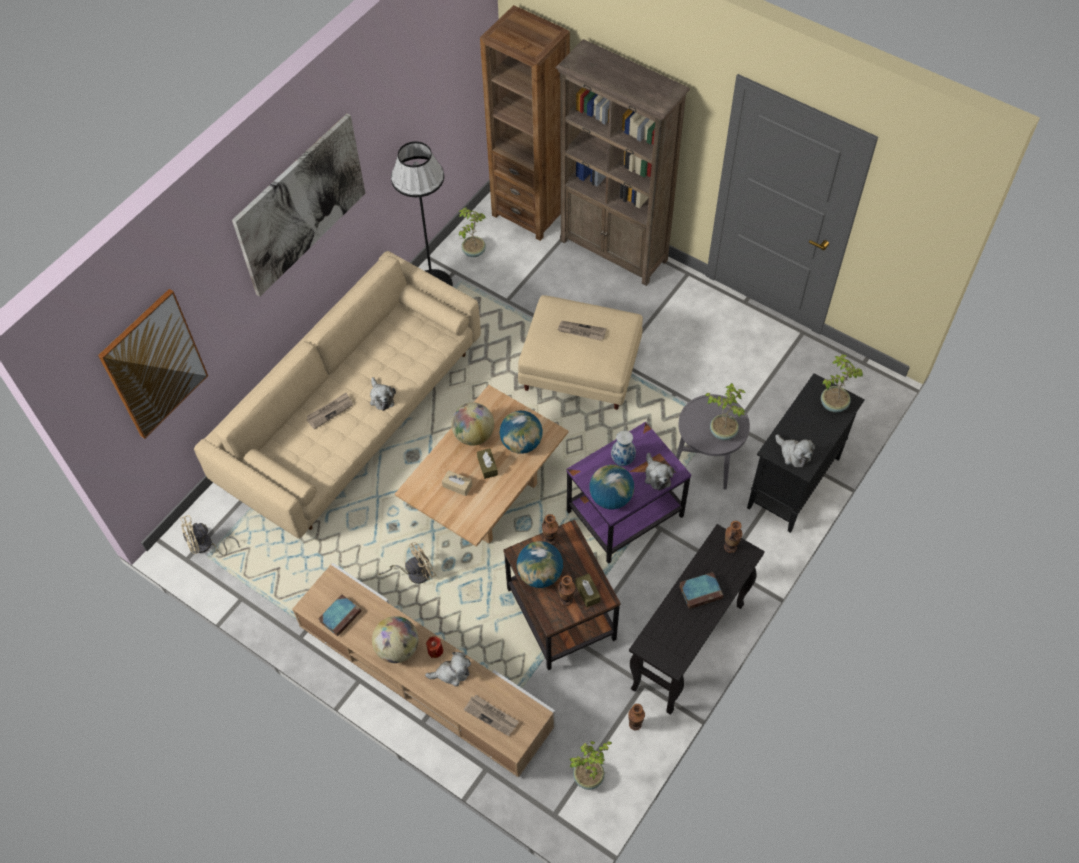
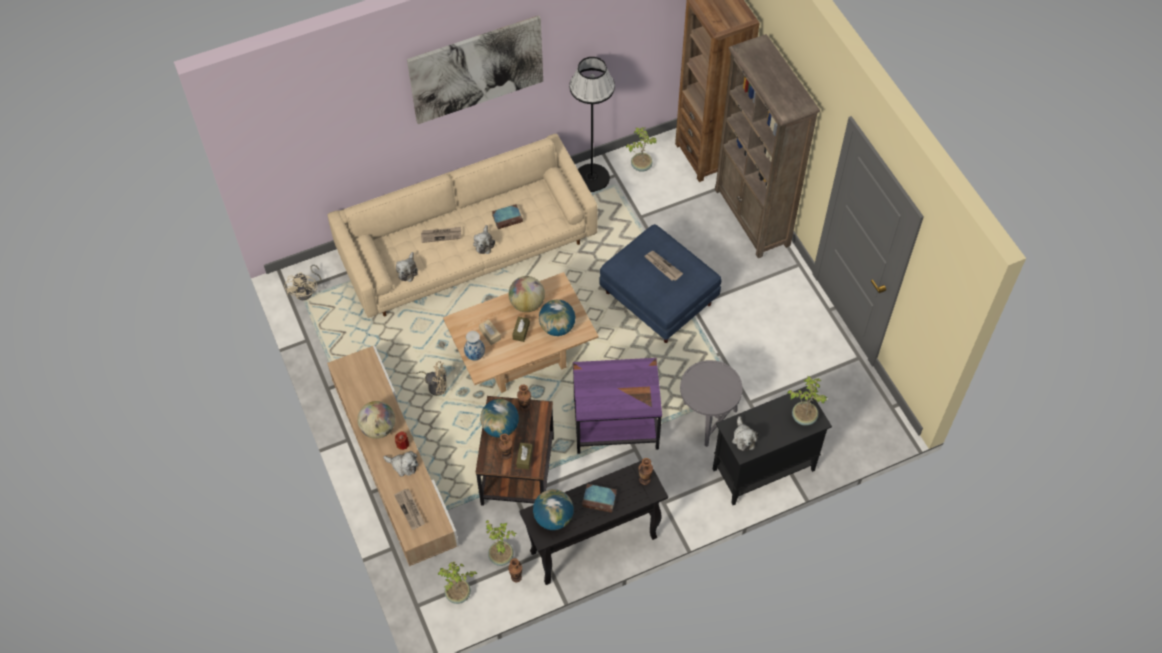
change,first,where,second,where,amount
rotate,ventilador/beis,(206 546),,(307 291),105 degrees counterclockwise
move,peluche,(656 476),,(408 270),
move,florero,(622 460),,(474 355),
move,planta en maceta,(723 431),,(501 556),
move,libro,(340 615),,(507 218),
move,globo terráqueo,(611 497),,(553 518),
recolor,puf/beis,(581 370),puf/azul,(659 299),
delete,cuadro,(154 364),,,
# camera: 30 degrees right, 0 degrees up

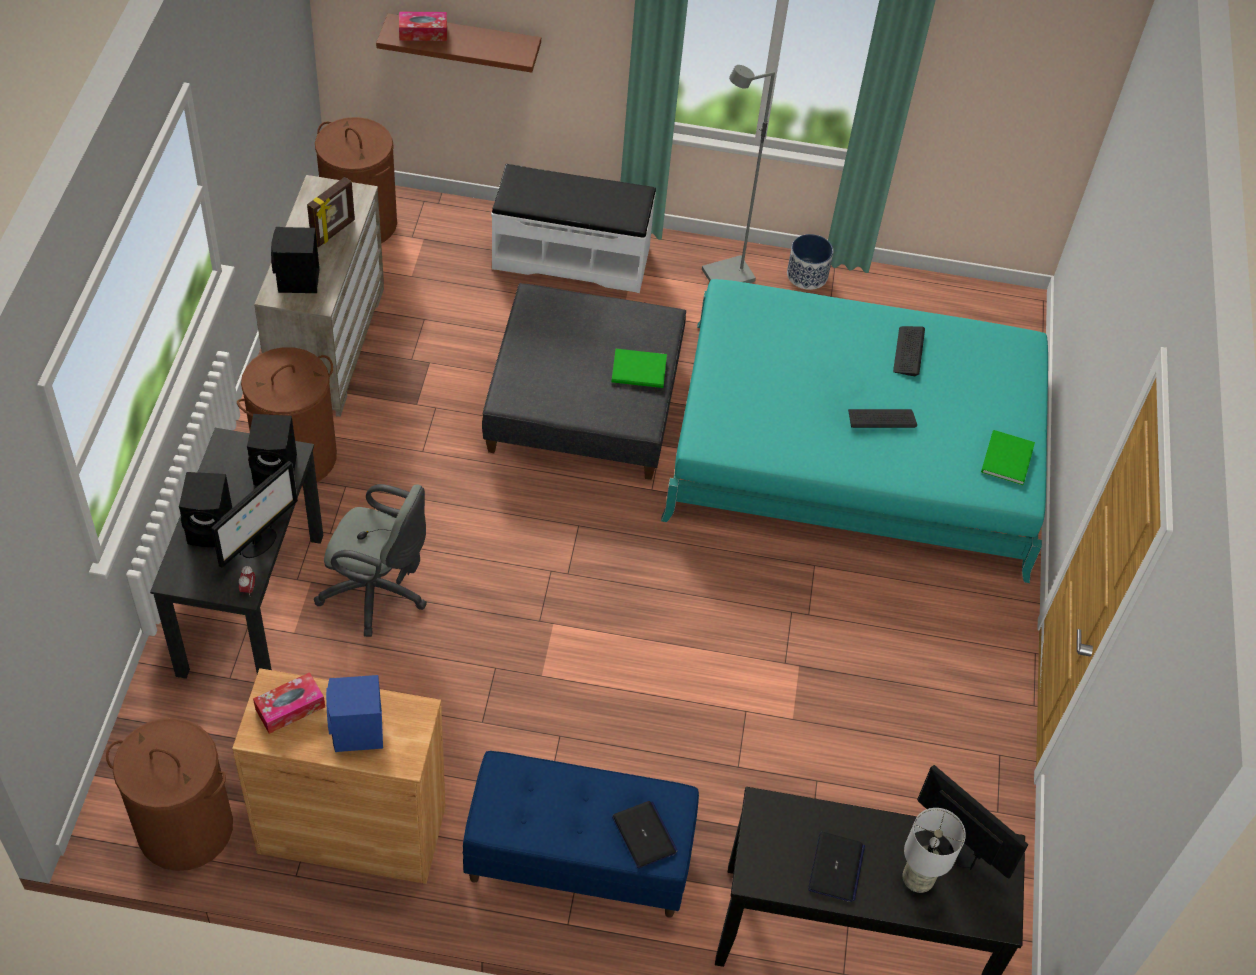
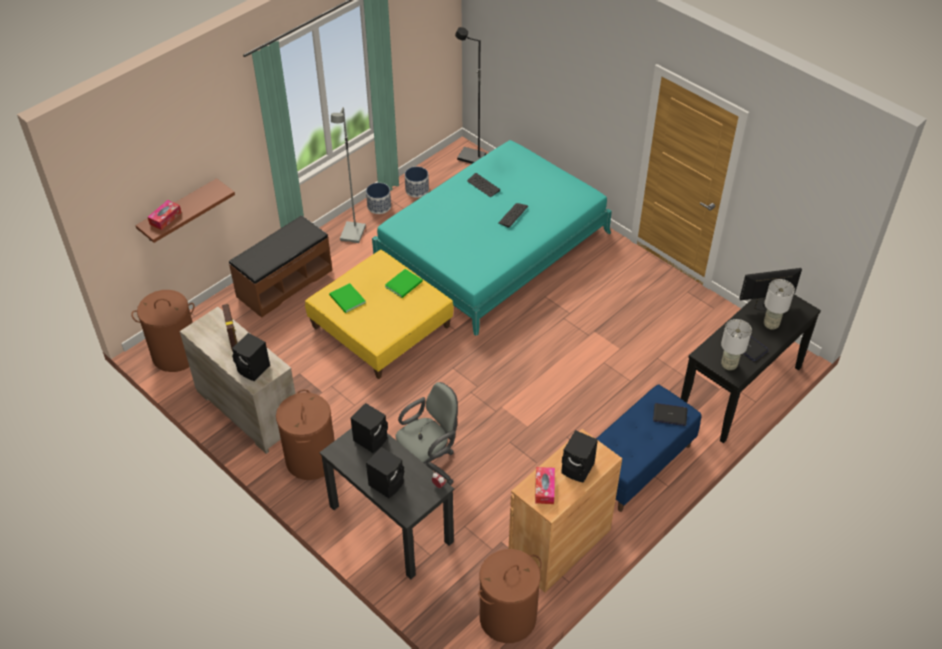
change,first,where,second,where,amount
recolor,banco/blanco,(571 257),banco/marrón,(284 283),
recolor,puf/gris,(585 403),puf/amarillo,(382 326),
move,libro/verde,(1005 459),,(347 300),
insert,,,maceta,(417 190),
insert,,,lámpara de pie/negro,(471 157),
recolor,altavoz/azul,(357 733),altavoz/negro,(578 469),
insert,,,lámpara de mesa/gris,(728 365),
delete,monitor,(258 544),,,
# camera: 50 degrees left, 5 degrees down

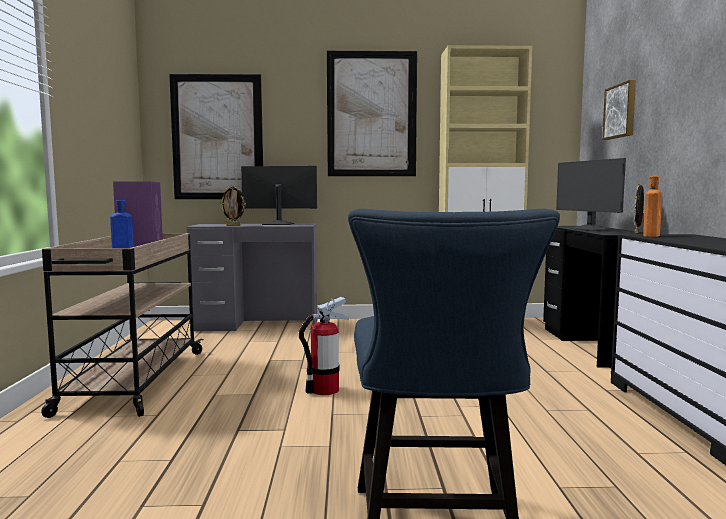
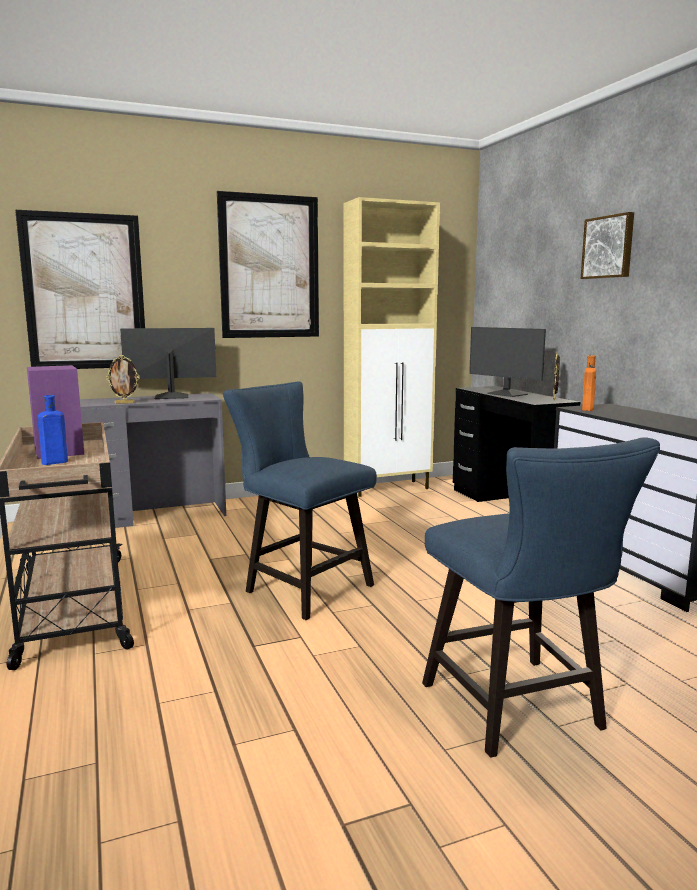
change,first,where,second,where,amount
replace,extintor,(324 390),silla/azul,(302 587),
move,cuadro,(621 111),,(608 247),
# camera: 20 degrees left, 5 degrees up

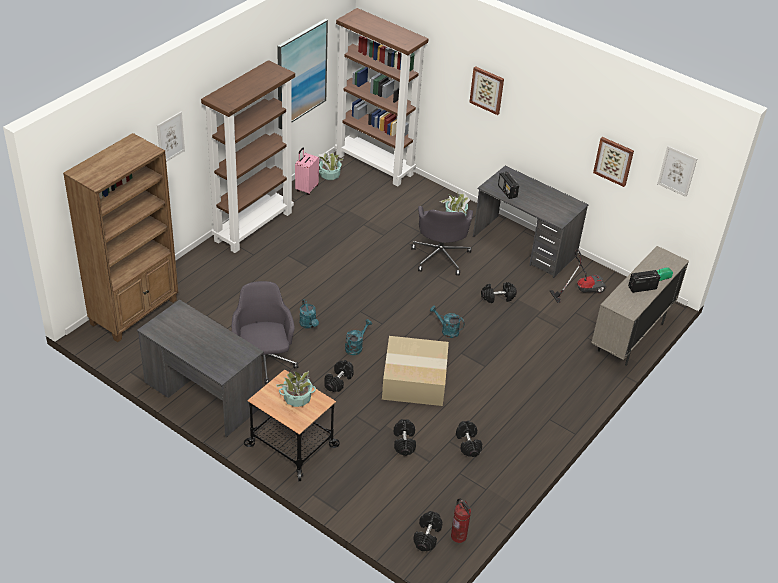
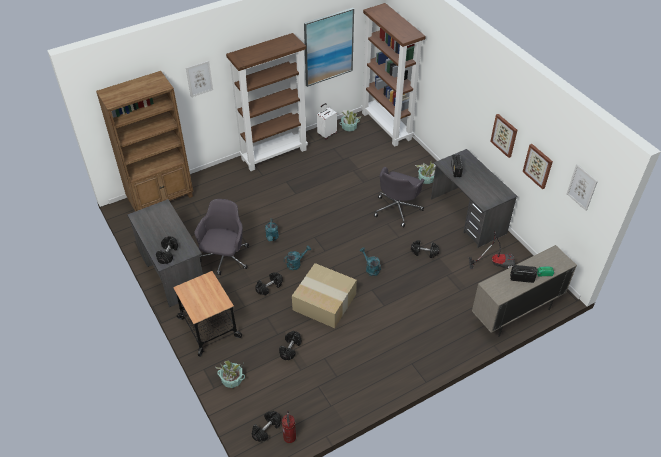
change,first,where,second,where,amount
move,mancuerna/negro,(468 444),,(167 254),
move,planta en maceta,(297 398),,(232 379),
recolor,maleta/rosa,(306 188),maleta/blanco,(326 134),
move,cuadro,(487 90),,(504 135),
# camera: 25 degrees right, 5 degrees up

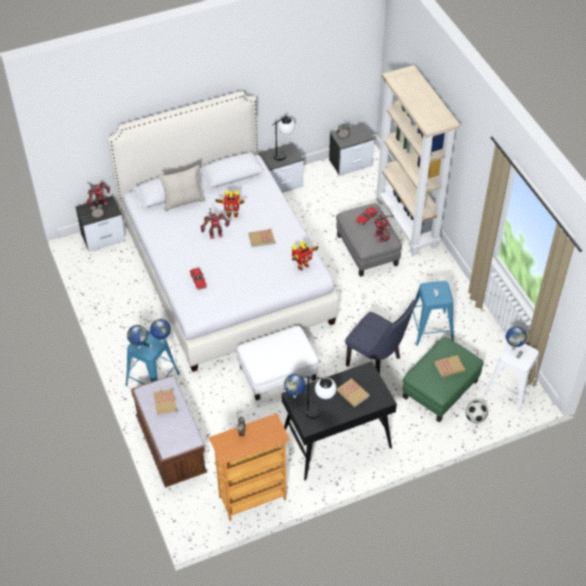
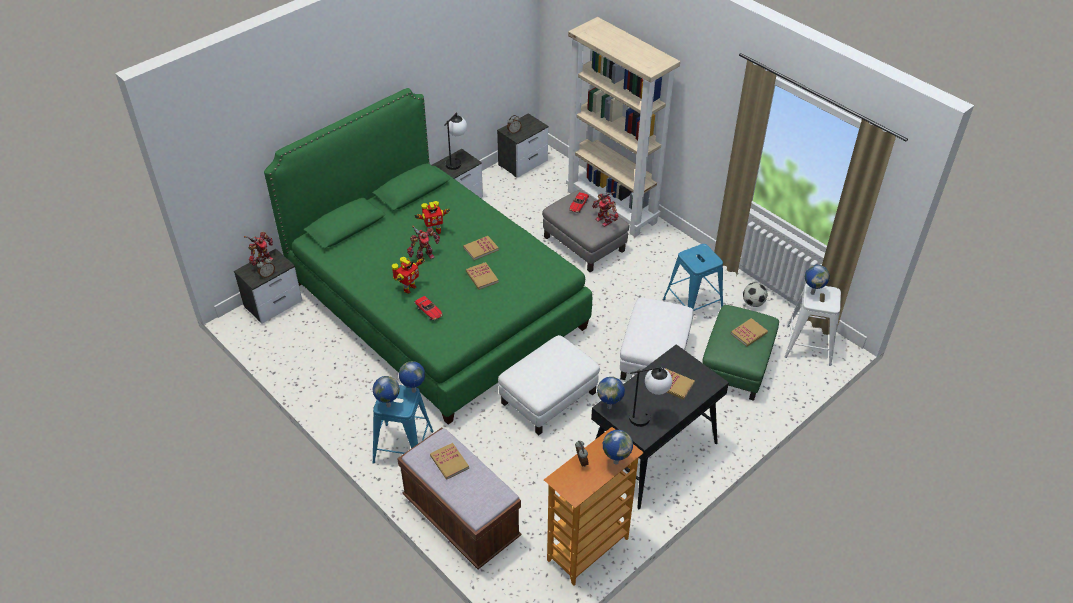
change,first,where,second,where,amount
recolor,cama/blanco,(225 271),cama/verde,(436 305),
move,robot de juguete,(302 266),,(408 288),
insert,,,libro,(482 277),
insert,,,globo terráqueo,(615 462),
replace,silla/azul,(377 363),puf/blanco,(654 357),
move,balón de fútbol,(475 418),,(753 303),
delete,cojín/beis,(183 201),,,
# camera: 20 degrees left, 5 degrees down

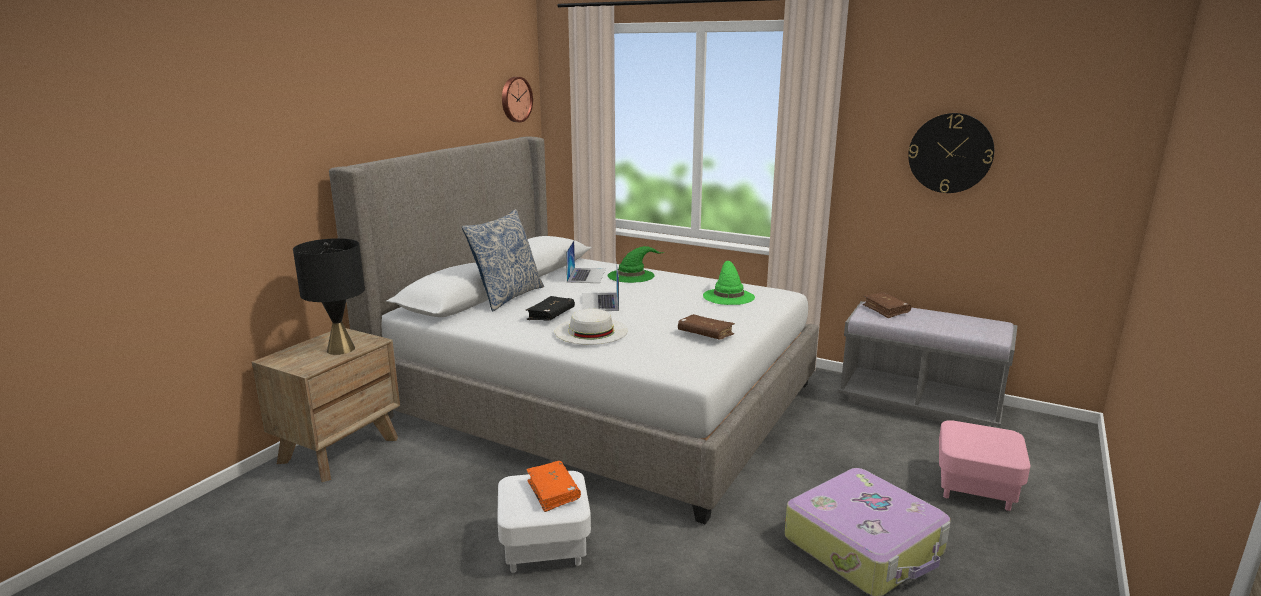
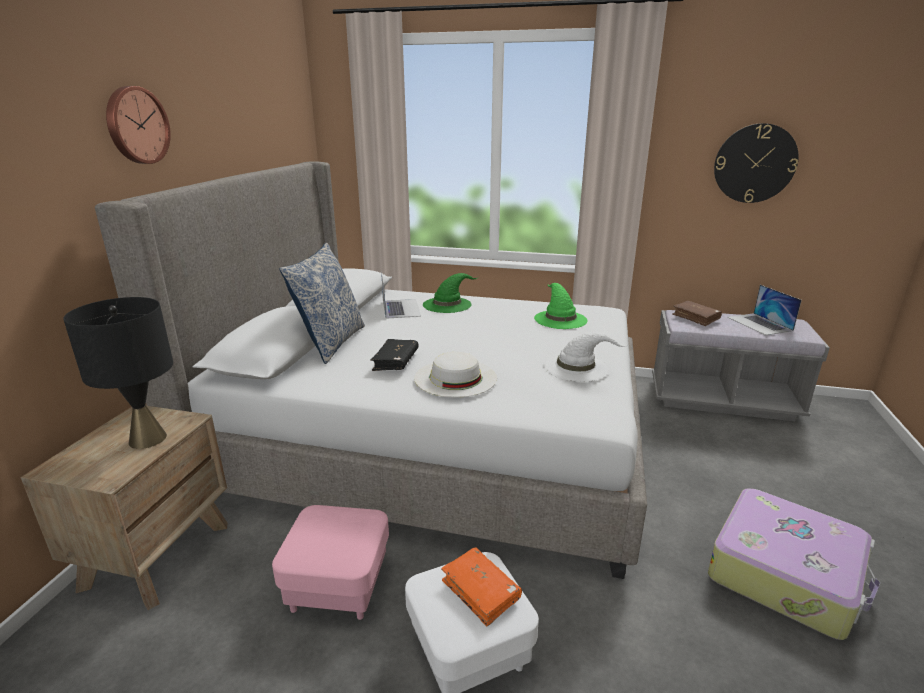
change,first,where,second,where,amount
move,reloj de pared,(515 99),,(136 125),
move,puf/rosa,(975 487),,(338 585),
replace,libro/marrón,(705 334),sombrero/blanco,(576 367),
move,portátil,(600 302),,(759 324),
# camera: 15 degrees left, 5 degrees up

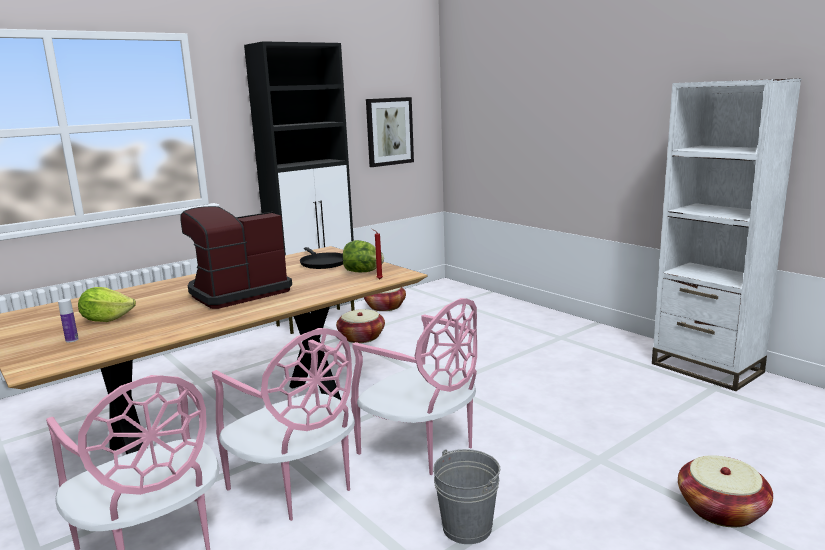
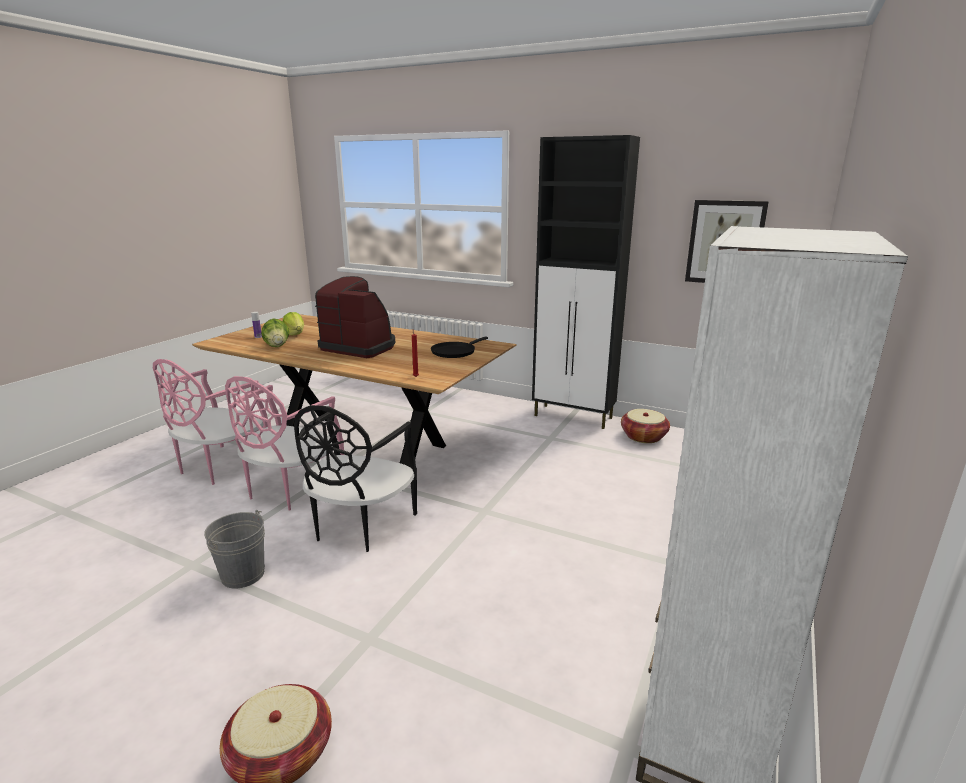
change,first,where,second,where,amount
move,lechuga,(362 272),,(277 346),
recolor,silla/rosa,(421 447),silla/negro,(359 526),
delete,cesta,(361 337),,,
# camera: 65 degrees right, 5 degrees up

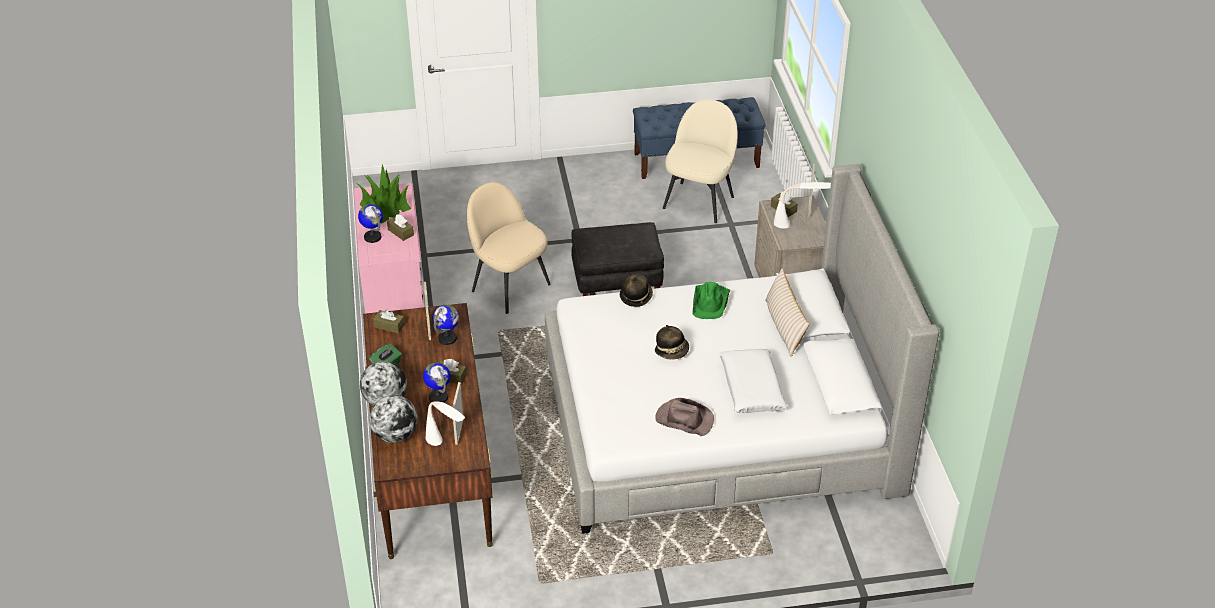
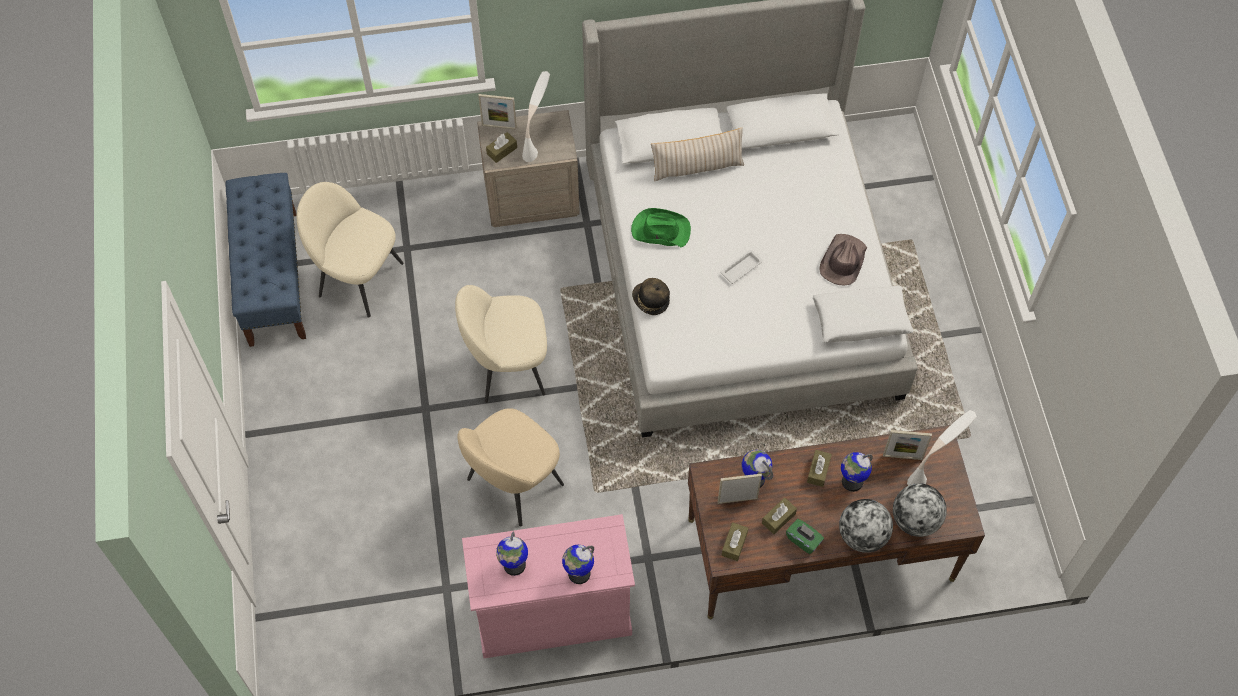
change,first,where,second,where,amount
replace,puf/negro,(617 281),silla/beis,(508 367),
replace,planta en maceta,(385 206),globo terráqueo,(514 565),
replace,sombrero,(672 351),bandeja/blanco,(742 268),
move,caja de pañuelos/marrón,(400 232),,(778 518),
move,cojín/blanco,(751 388),,(861 320),
# camera: 90 degrees left, 20 degrees up

